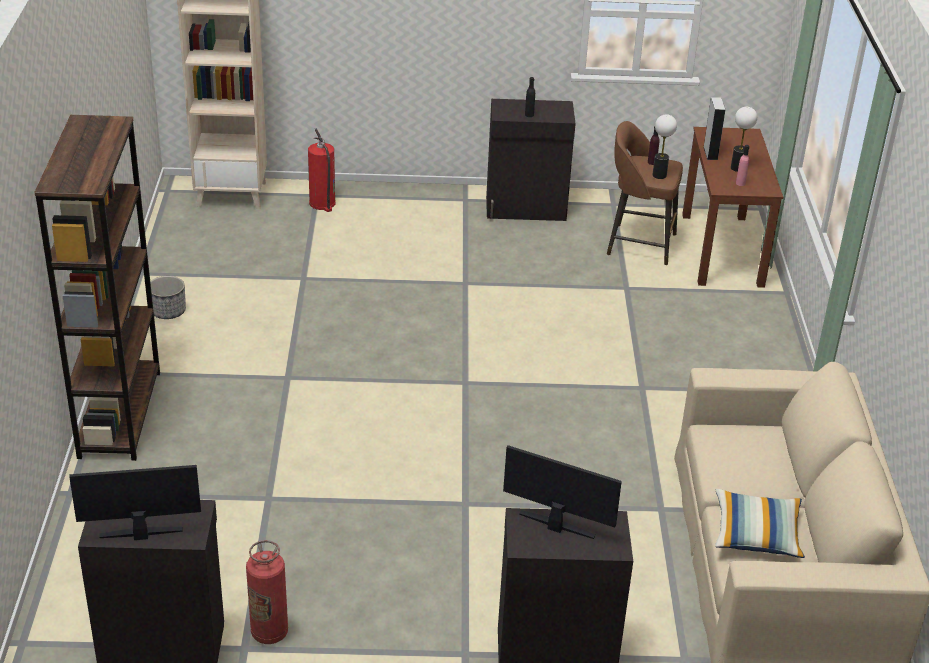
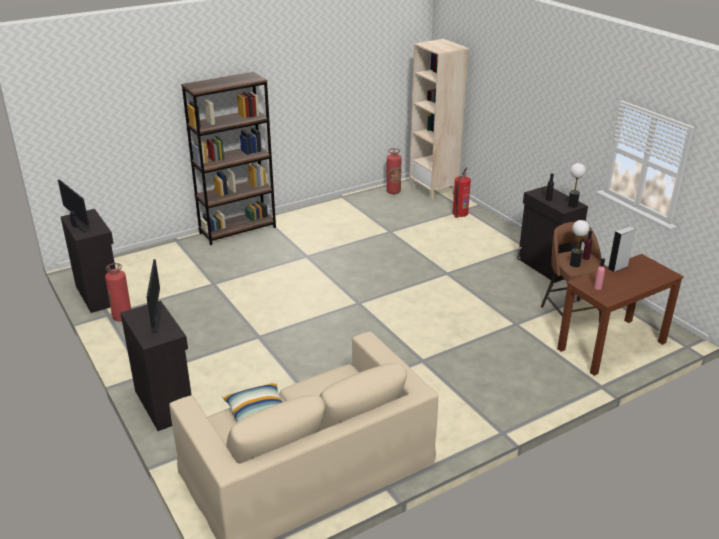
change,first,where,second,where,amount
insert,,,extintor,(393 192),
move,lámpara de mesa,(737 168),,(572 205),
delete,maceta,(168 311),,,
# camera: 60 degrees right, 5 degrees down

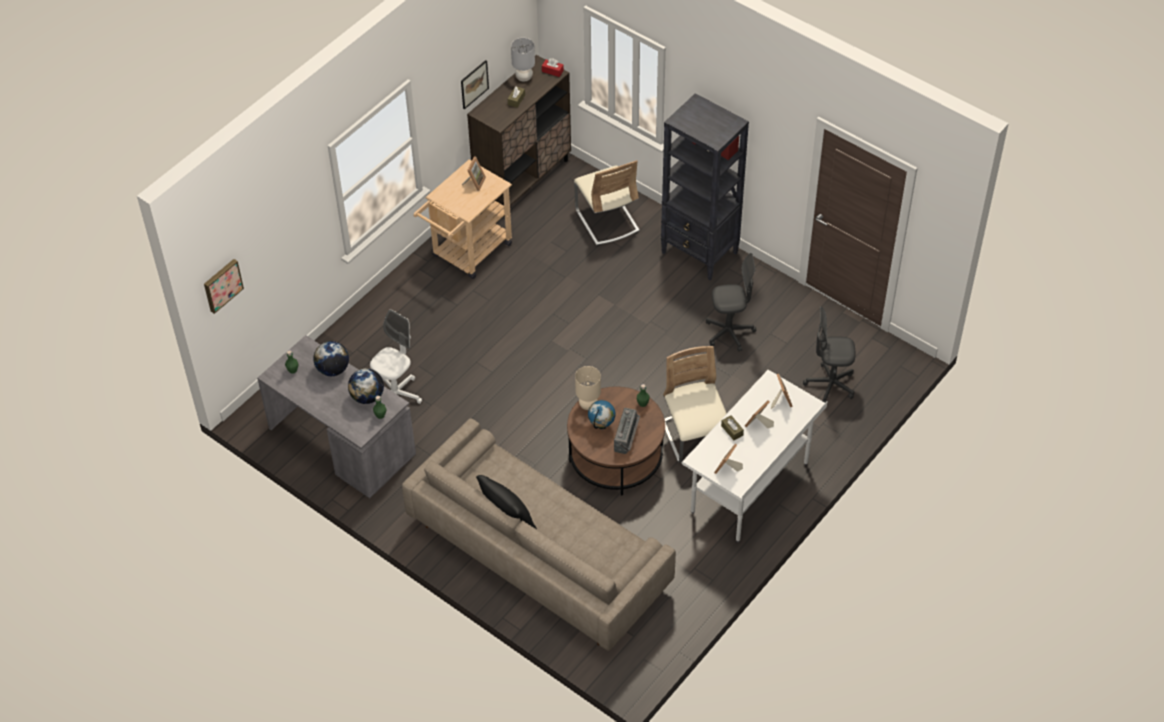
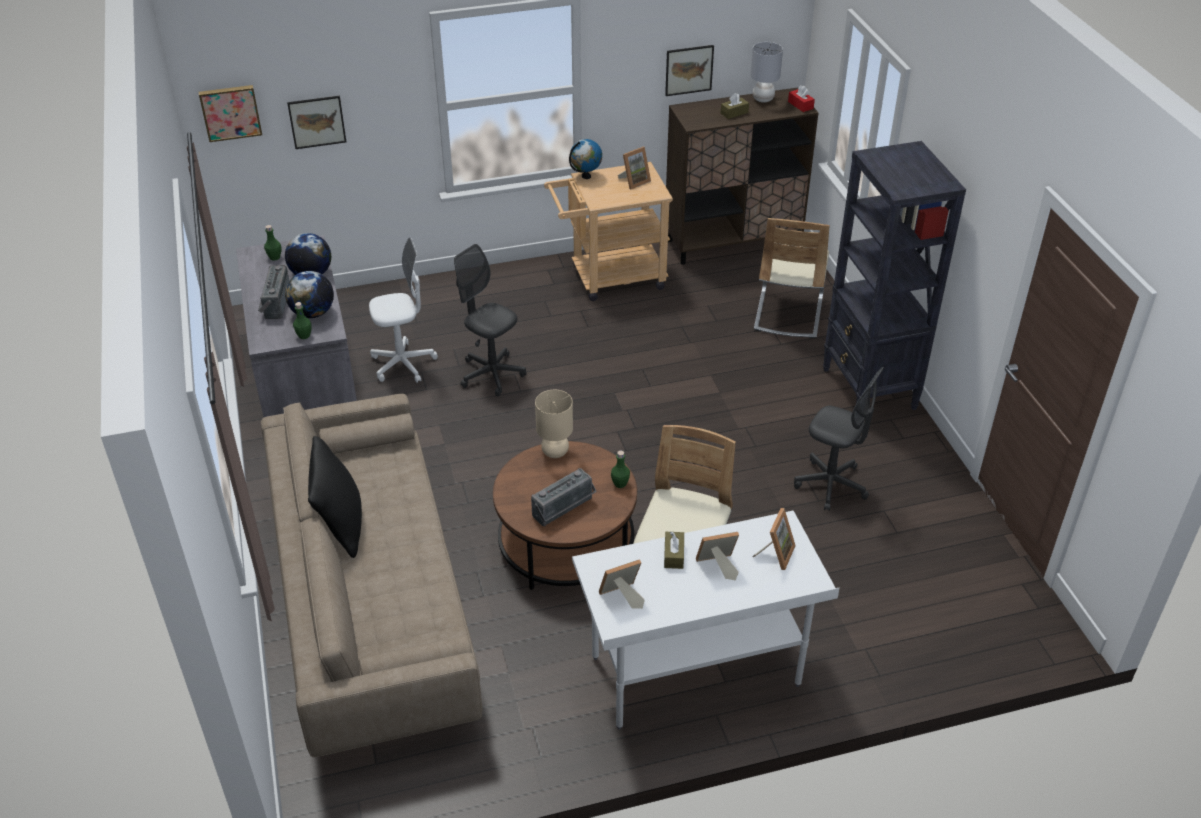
change,first,where,second,where,amount
insert,,,radio,(274 303),
insert,,,cuadro,(317 122),
move,silla de oficina/gris,(830 385),,(492 374),
move,globo terráqueo,(601 426),,(586 176),
# camera: 35 degrees right, 10 degrees down

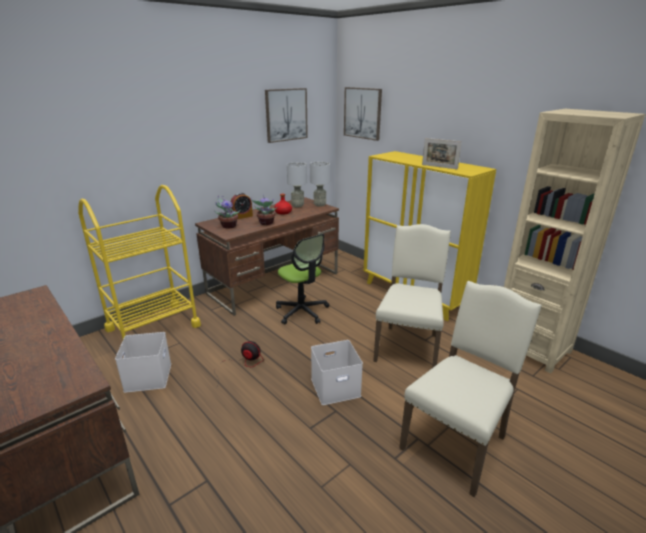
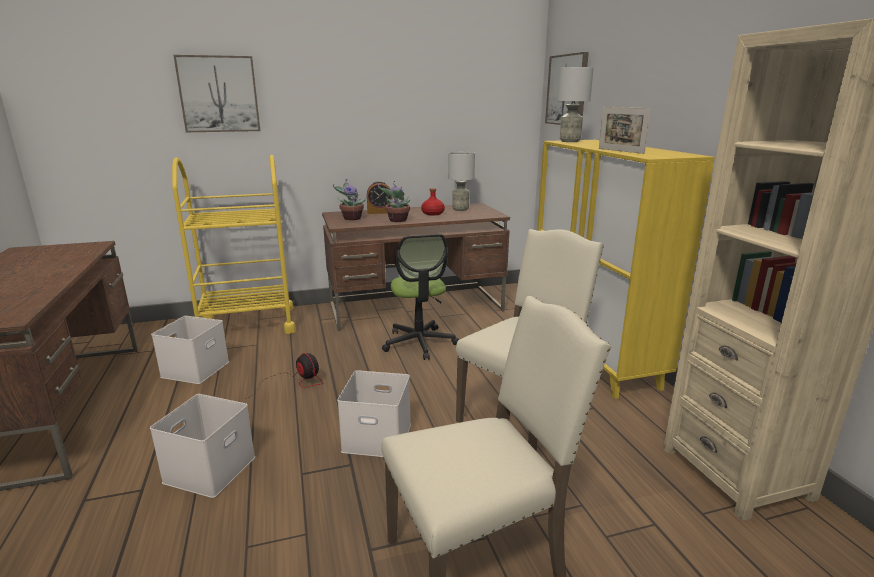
change,first,where,second,where,amount
insert,,,caja de almacenaje/blanco,(210 468),
move,cuadro,(286 115),,(219 94),
move,lámpara de mesa/gris,(319 205),,(569 141),
# camera: 25 degrees right, 5 degrees down

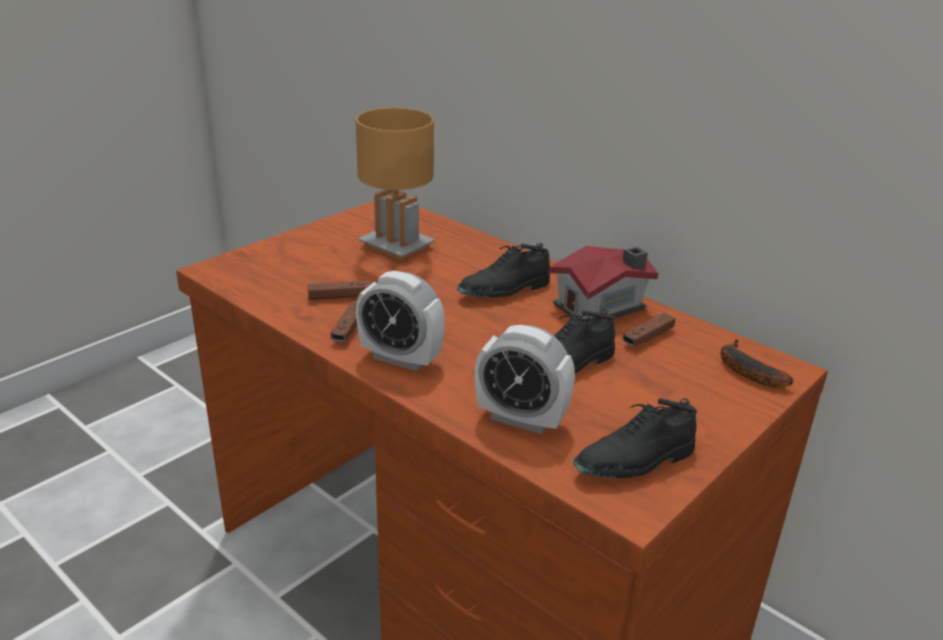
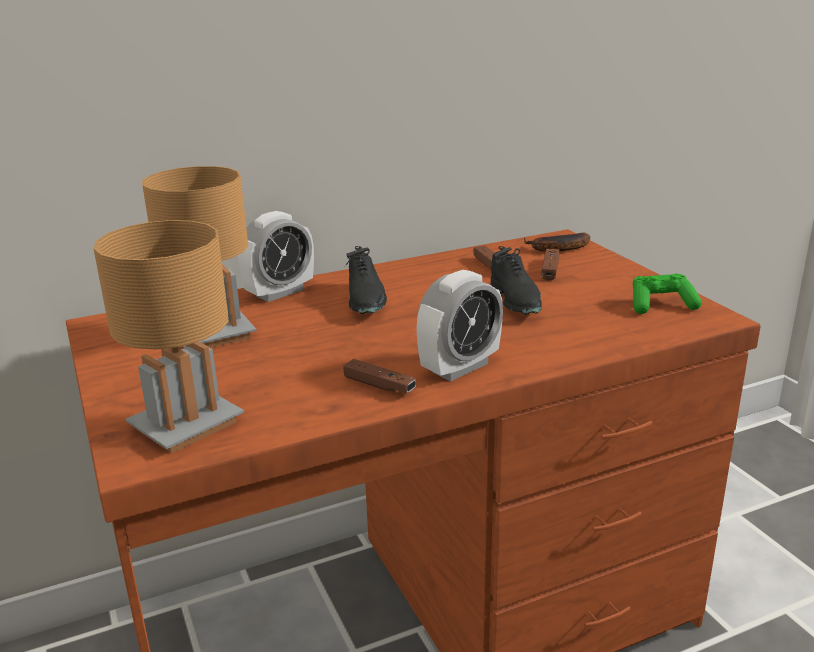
change,first,where,second,where,amount
insert,,,lámpara de mesa/marrón,(186 425),
move,despertador,(521 419),,(279 292),
move,mando de consola/marrón,(340 296),,(550 270),
replace,zapato/negro,(635 462),mando de consola/verde,(661 305),
delete,casita,(602 307),,,
# camera: 65 degrees left, 5 degrees down

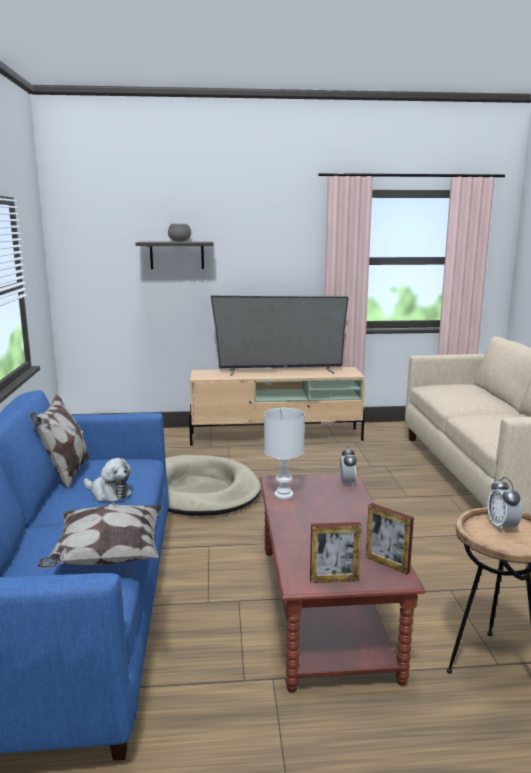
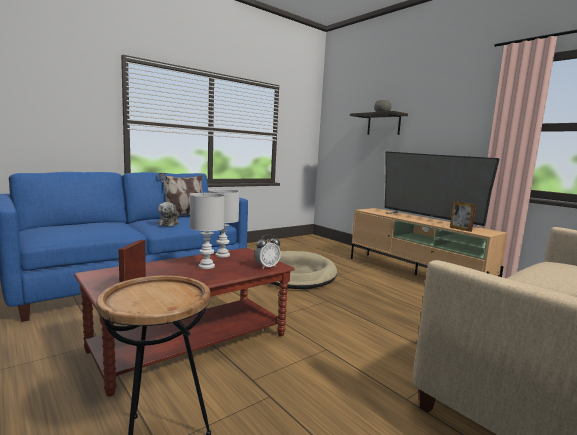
change,first,where,second,where,amount
insert,,,lámpara de mesa/blanco,(205 266),
move,portarretratos,(334 580),,(460 229),
delete,cojín,(107 557),,,
delete,despertador,(502 526),,,
# camera: 55 degrees right, 5 degrees down

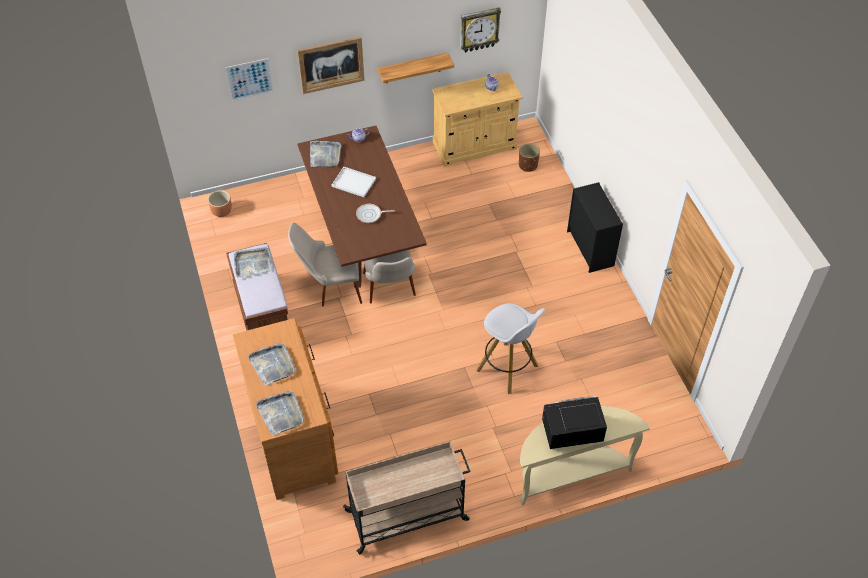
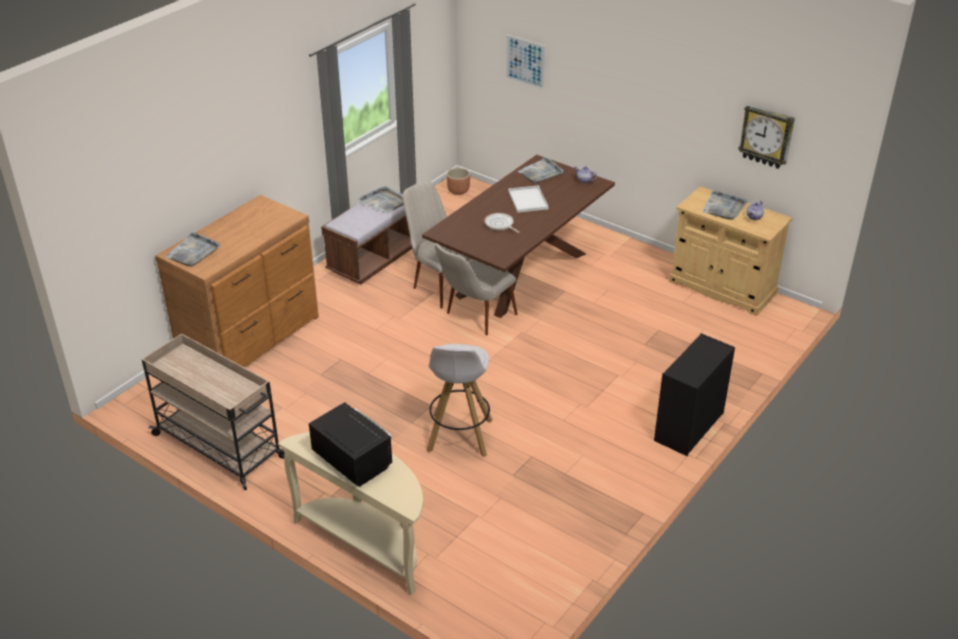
change,first,where,second,where,amount
move,bandeja/gris,(272 365),,(724 207),
delete,cuadro,(331 65),,,
delete,estante,(413 68),,,
delete,maceta/marrón,(528 165),,,
# camera: 55 degrees right, 15 degrees down

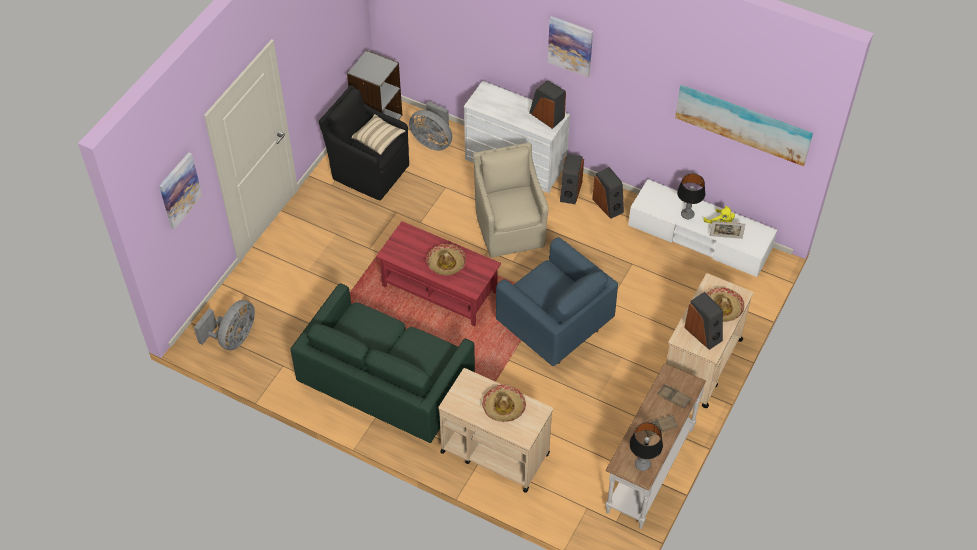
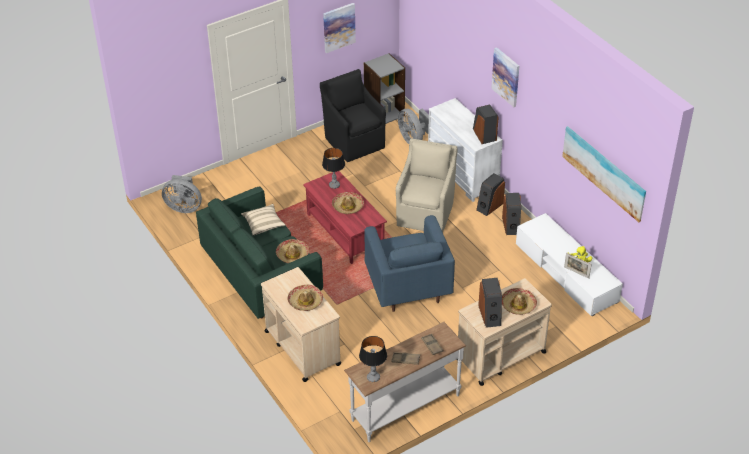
change,first,where,second,where,amount
rotate,ventilador/gris,(233 338),,(184 207),45 degrees clockwise
move,cojín/beis,(378 139),,(263 224),
insert,,,sombrero,(292 254),
move,lámpara de mesa,(687 215),,(334 185),
move,cuadro,(179 190),,(339 27),
# camera: 30 degrees right, 10 degrees down

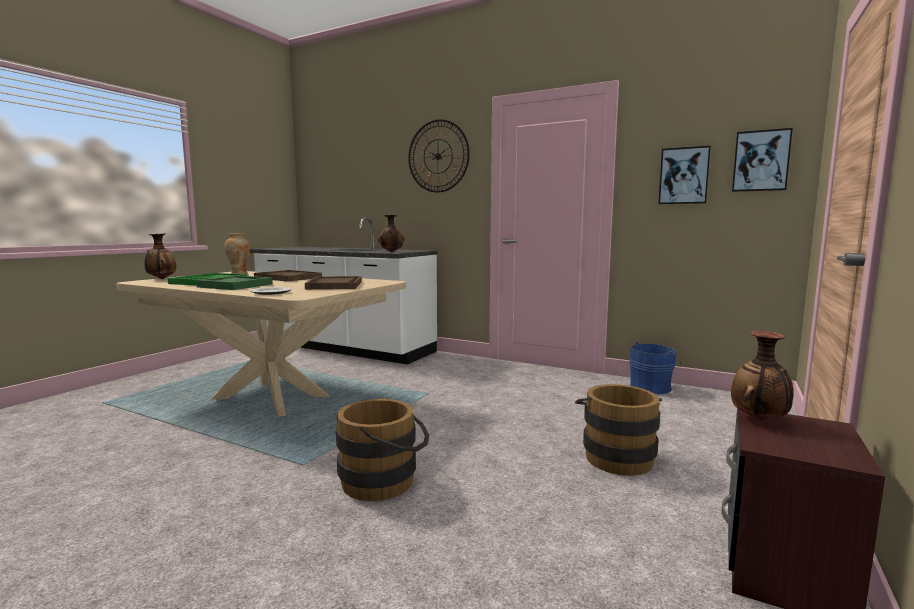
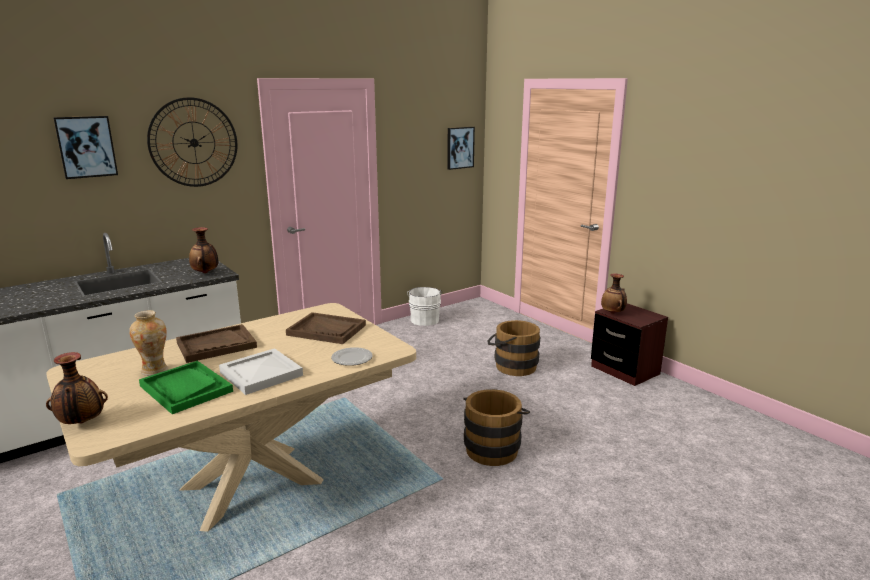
change,first,where,second,where,amount
move,cuadro,(684 176),,(86 147),
recolor,bandeja/verde,(235 285),bandeja/blanco,(259 374),
recolor,cubo/azul,(652 387),cubo/blanco,(425 319),
# camera: 65 degrees left, 10 degrees up

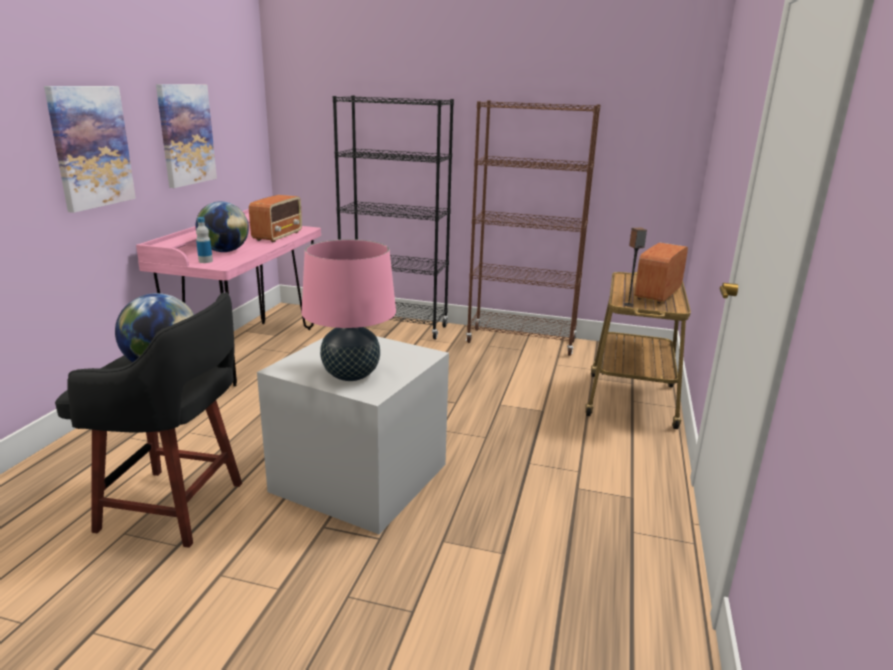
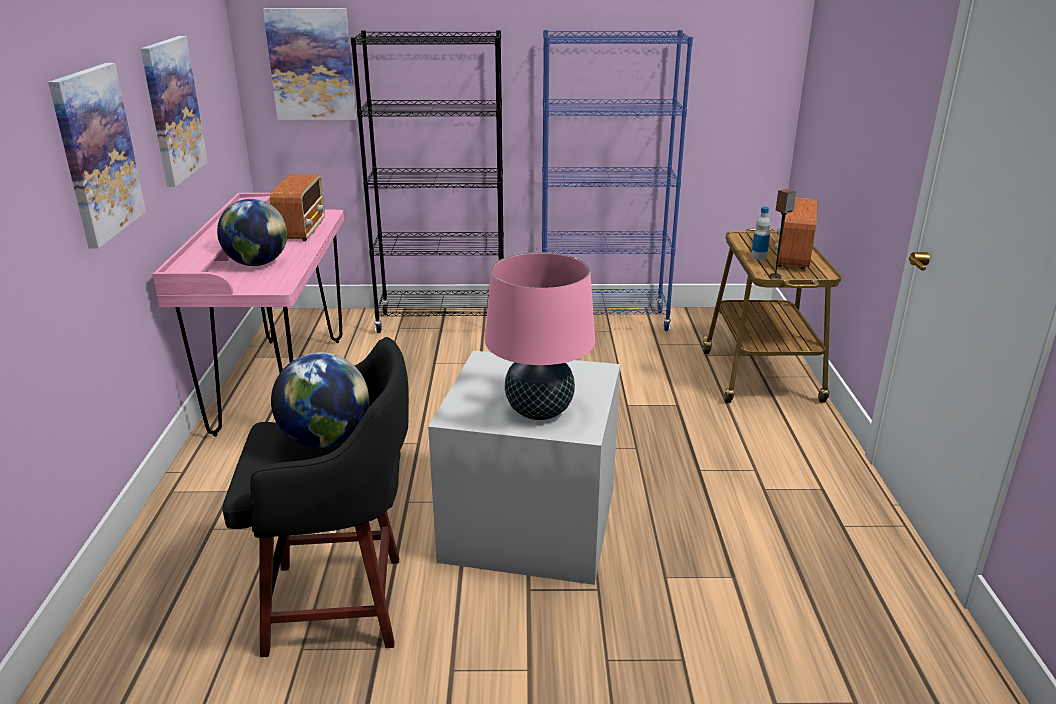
change,first,where,second,where,amount
insert,,,cuadro,(311 64),
recolor,estantería/marrón,(521 342),estantería/azul,(603 321),
move,botella,(205 261),,(759 257),
# camera: 15 degrees left, 5 degrees up

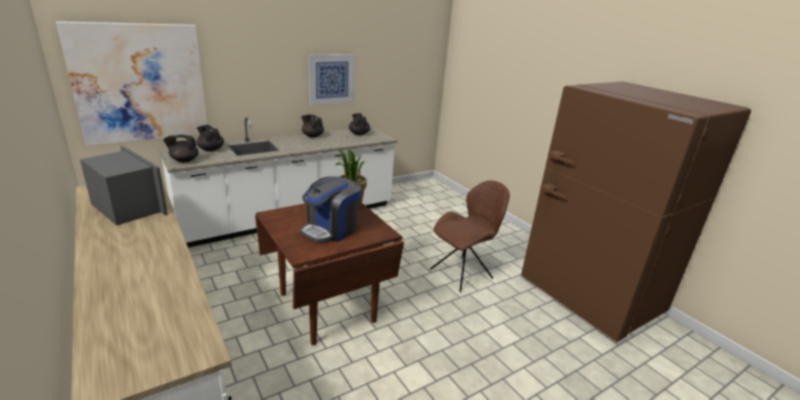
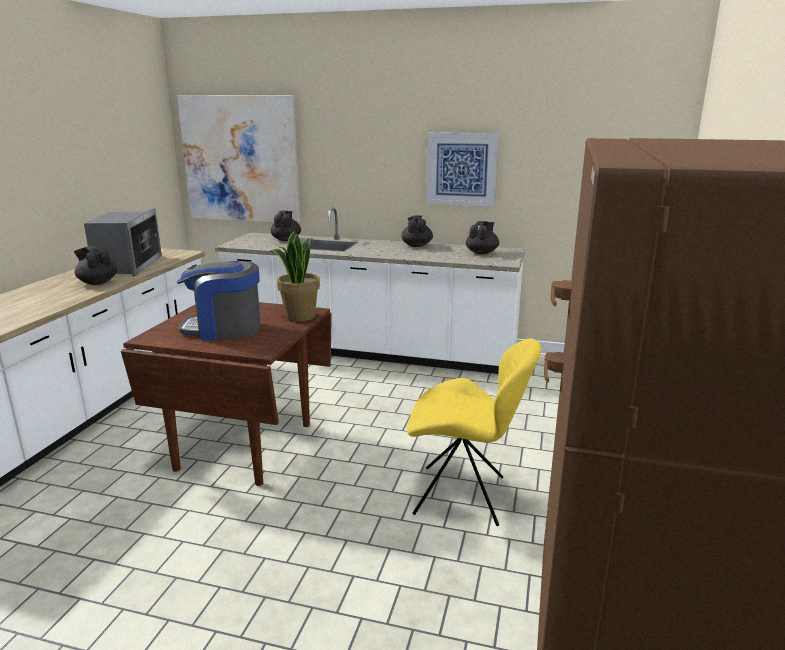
change,first,where,second,where,amount
move,tetera/negro,(184 160),,(97 282),
recolor,silla/marrón,(463 273),silla/amarillo,(464 496),
# camera: 50 degrees right, 5 degrees down

